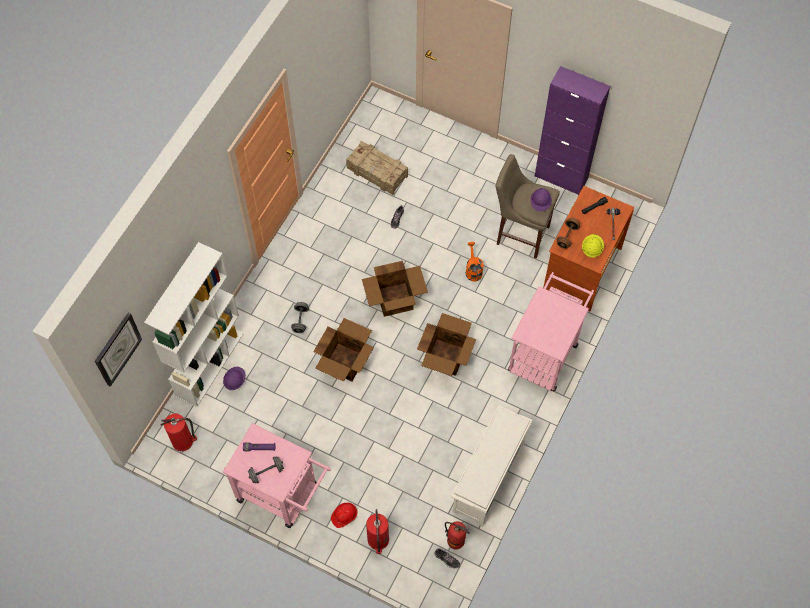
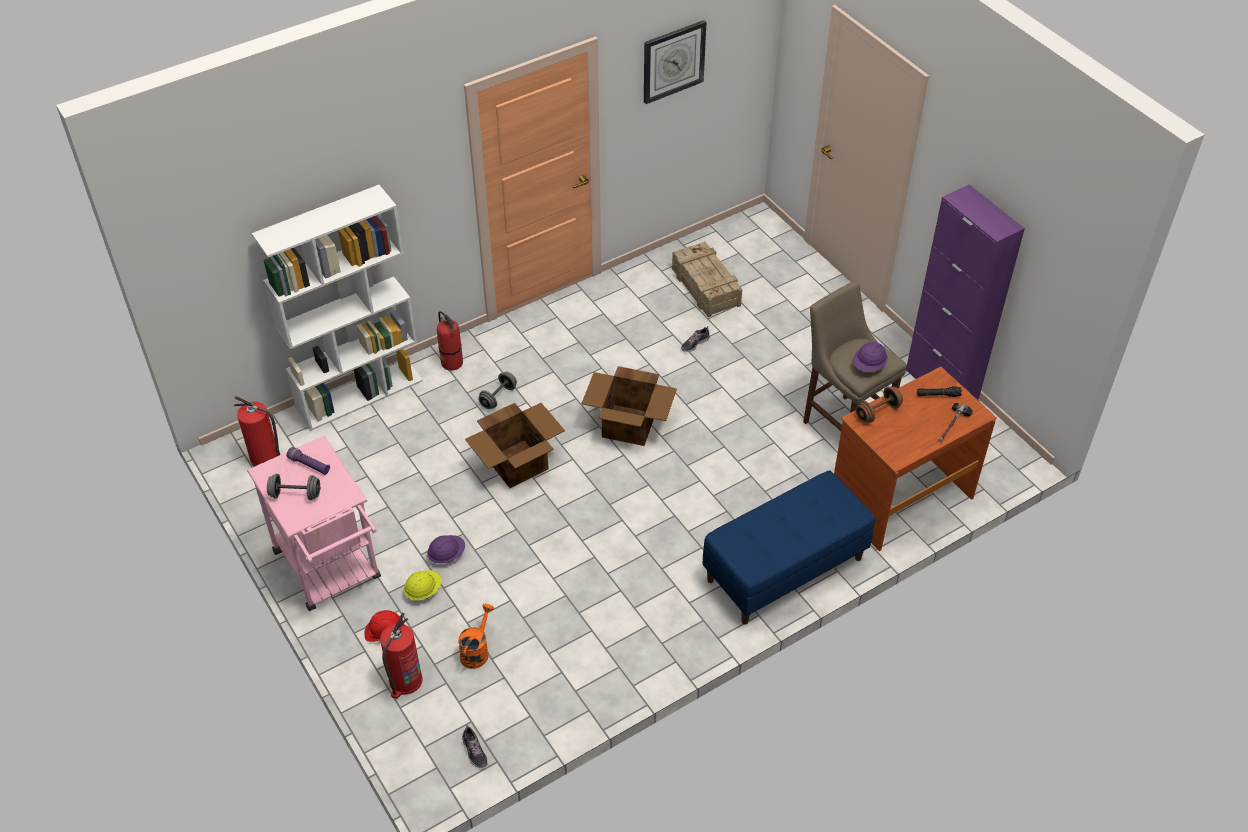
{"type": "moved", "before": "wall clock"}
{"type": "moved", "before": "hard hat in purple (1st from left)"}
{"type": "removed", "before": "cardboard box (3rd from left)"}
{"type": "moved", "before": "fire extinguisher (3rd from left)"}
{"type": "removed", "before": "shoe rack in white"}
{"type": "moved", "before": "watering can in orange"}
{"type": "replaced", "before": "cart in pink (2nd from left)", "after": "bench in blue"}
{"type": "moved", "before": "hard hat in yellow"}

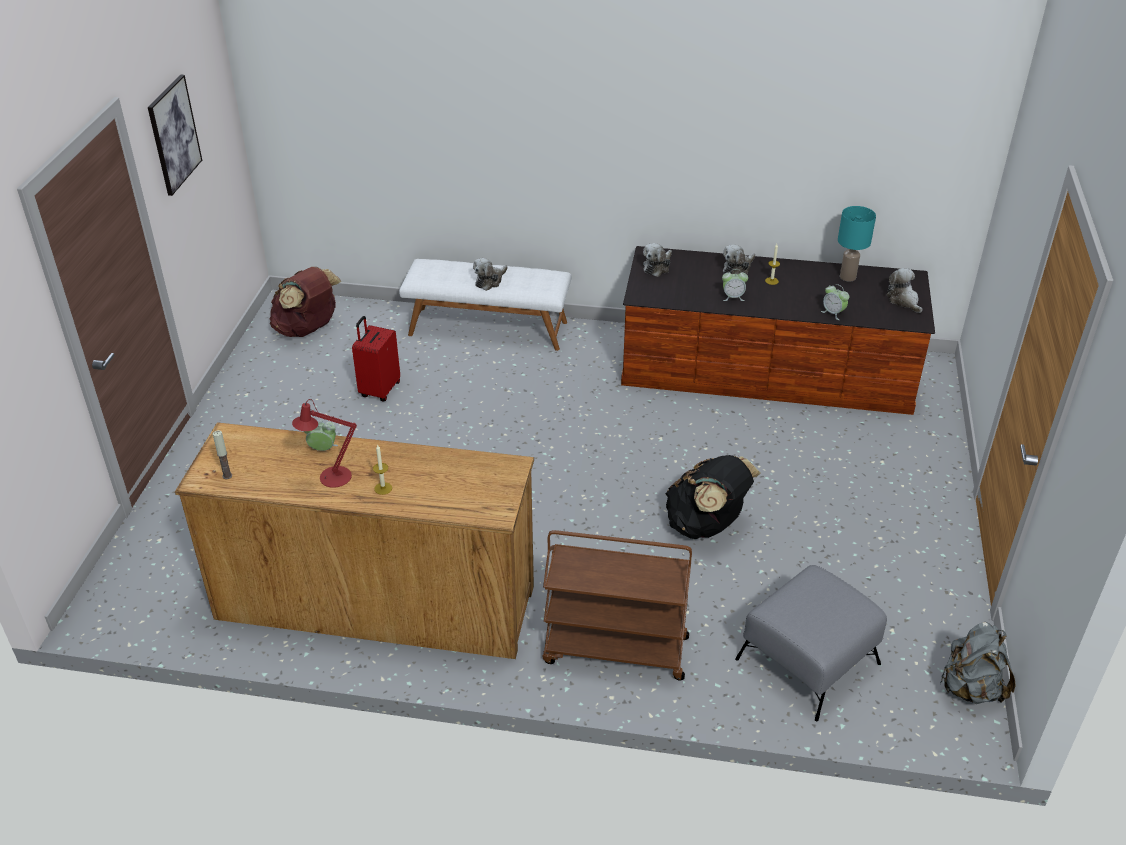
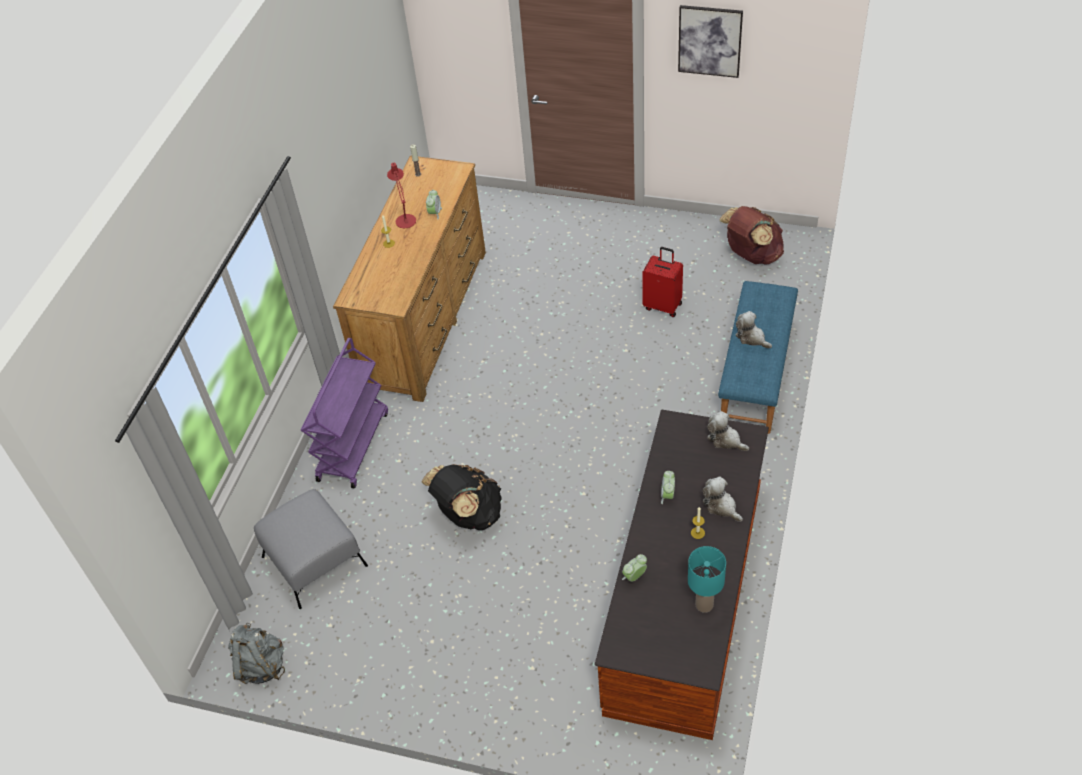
{"type": "recoloured", "before": "bench in white", "after": "bench in blue"}
{"type": "recoloured", "before": "cart in brown", "after": "cart in purple"}
{"type": "removed", "before": "plush toy (4th from left)"}

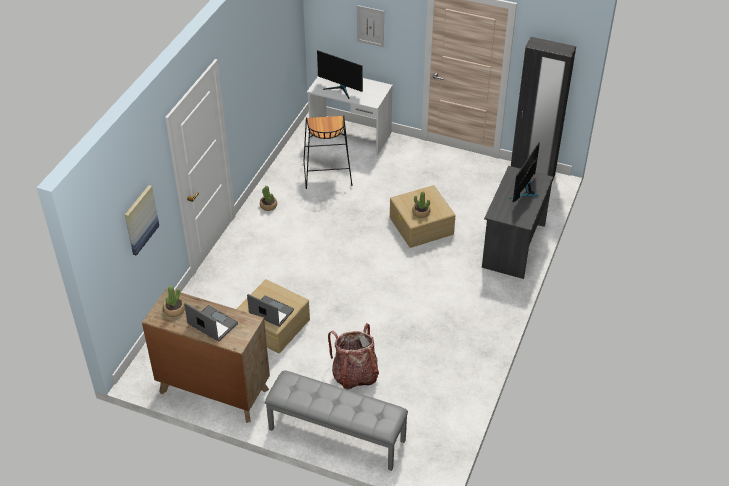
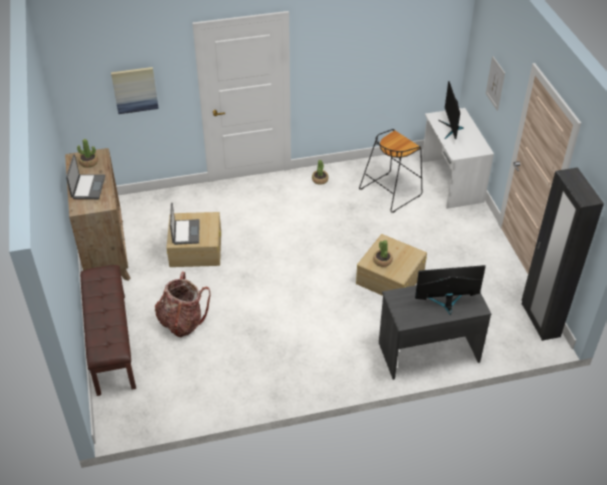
{"type": "recoloured", "before": "bench in grey", "after": "bench in brown"}

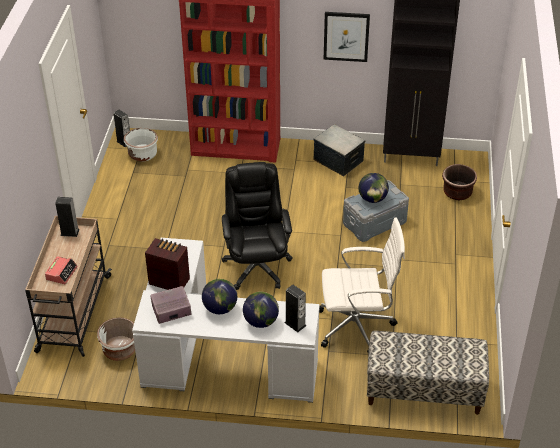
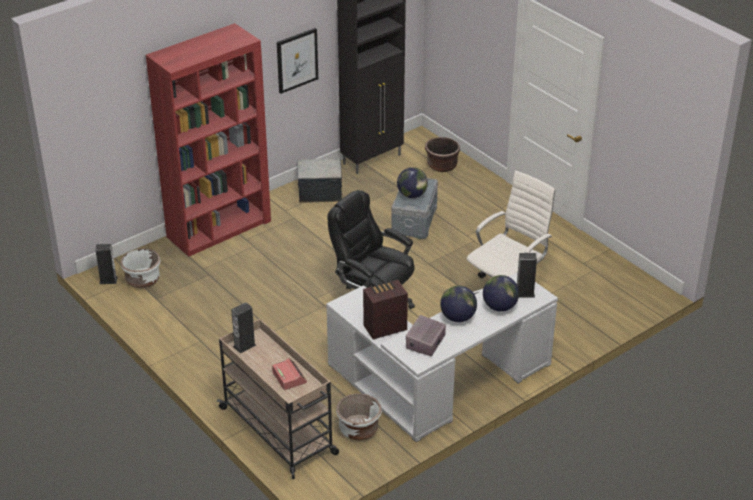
{"type": "removed", "before": "bench"}

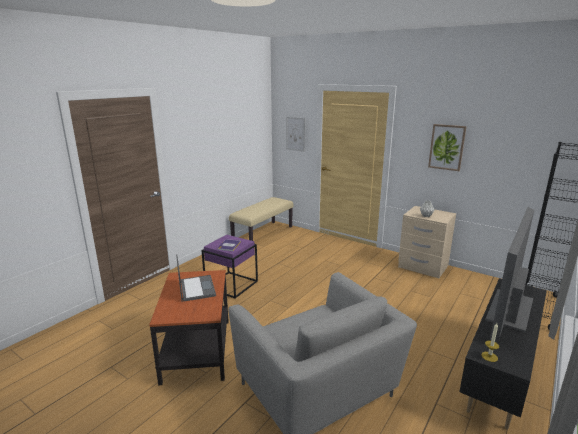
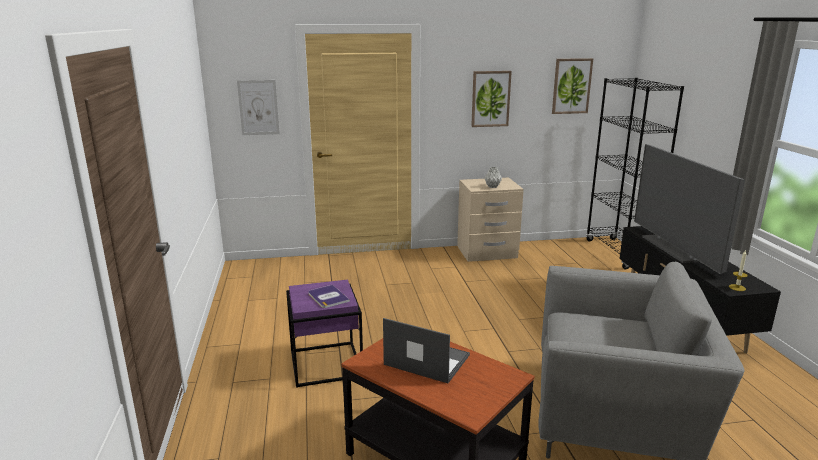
{"type": "removed", "before": "bench in beige"}
{"type": "added", "after": "picture (3rd from left)"}

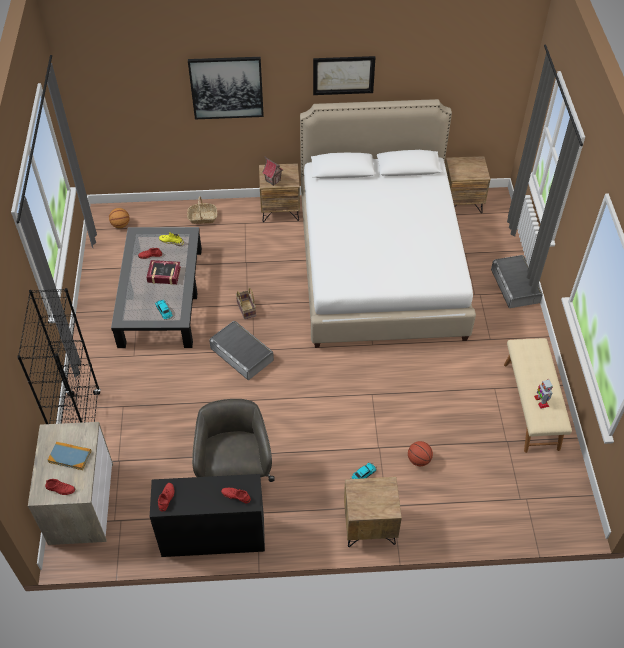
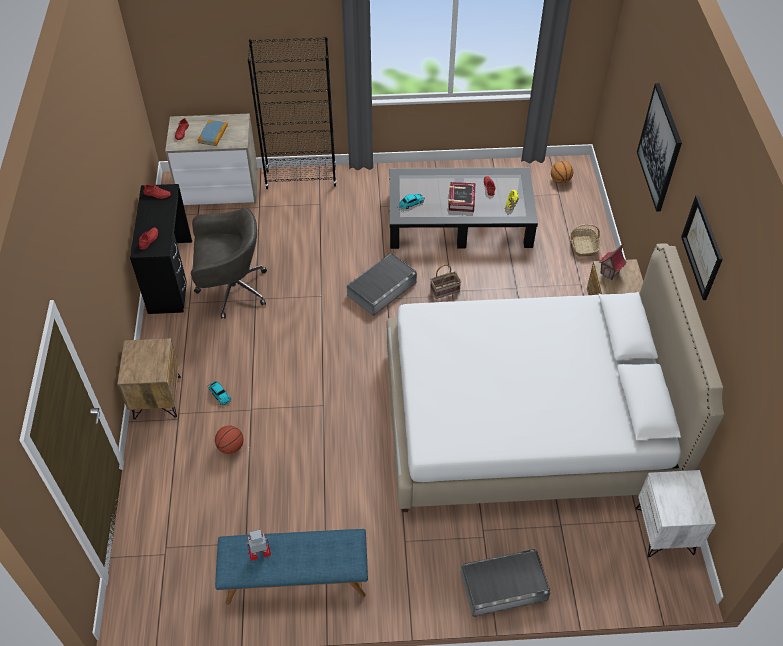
{"type": "recoloured", "before": "nightstand in brown (3rd from left)", "after": "nightstand in white"}
{"type": "recoloured", "before": "bench in beige", "after": "bench in blue"}

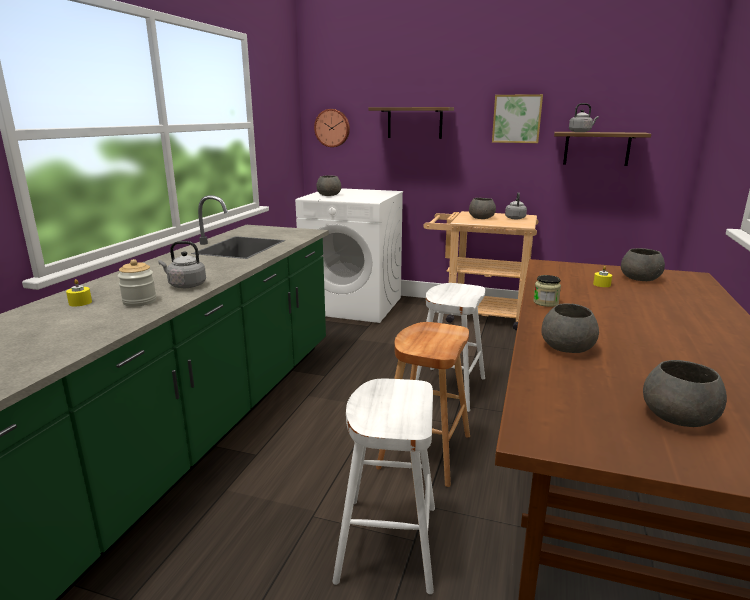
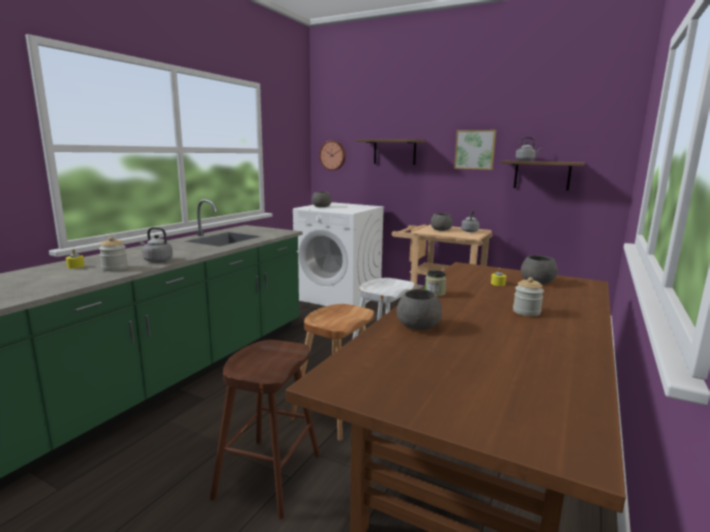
{"type": "recoloured", "before": "stool in white (1st from left)", "after": "stool in brown (1st from left)"}
{"type": "removed", "before": "bowl in grey (5th from left)"}
{"type": "added", "after": "jar (3rd from left)"}

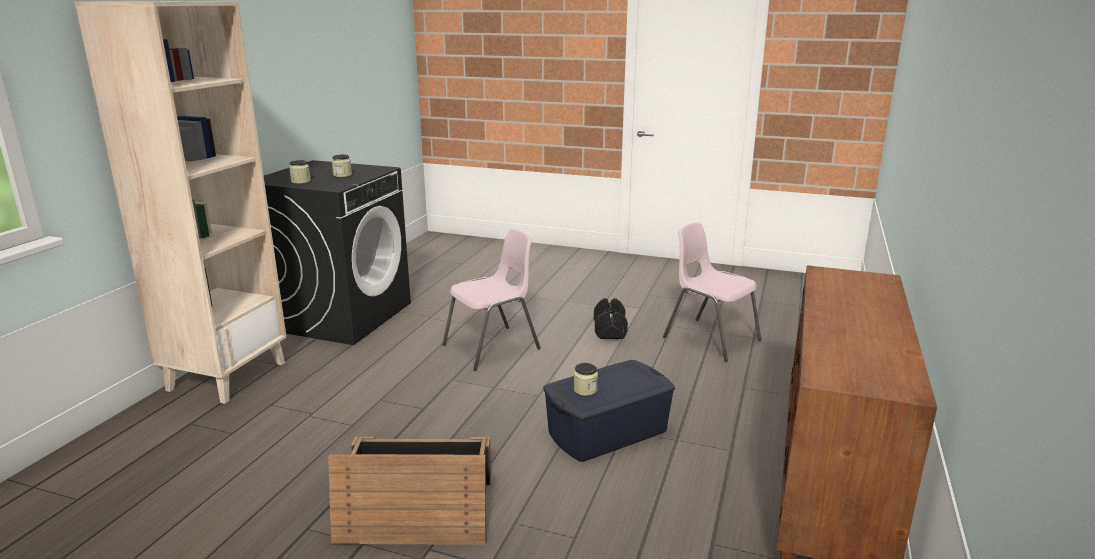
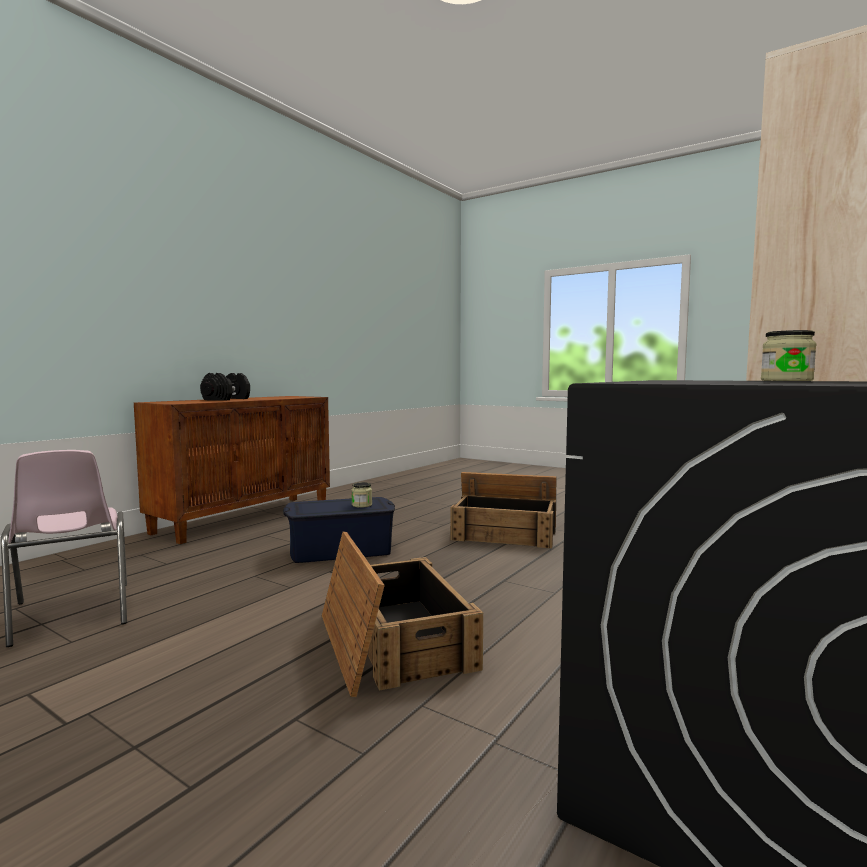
{"type": "removed", "before": "jar (2nd from left)"}
{"type": "replaced", "before": "chair in pink (1st from left)", "after": "crate (1st from left)"}
{"type": "moved", "before": "dumbbell in black"}

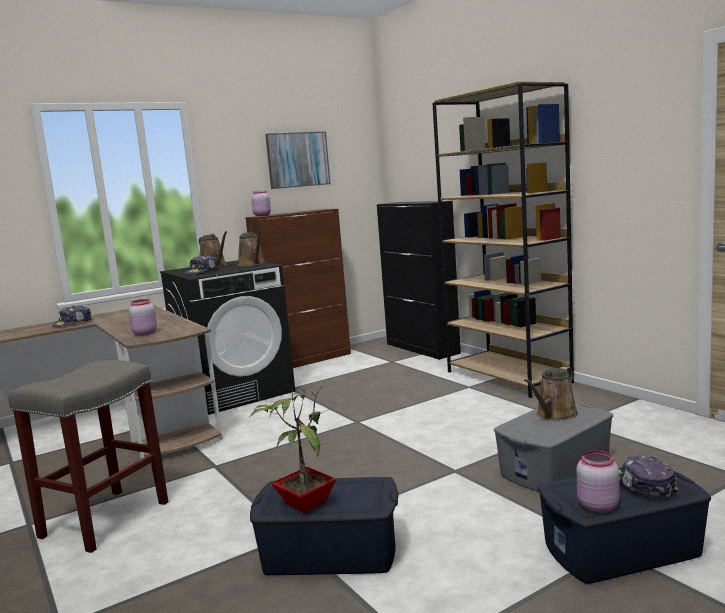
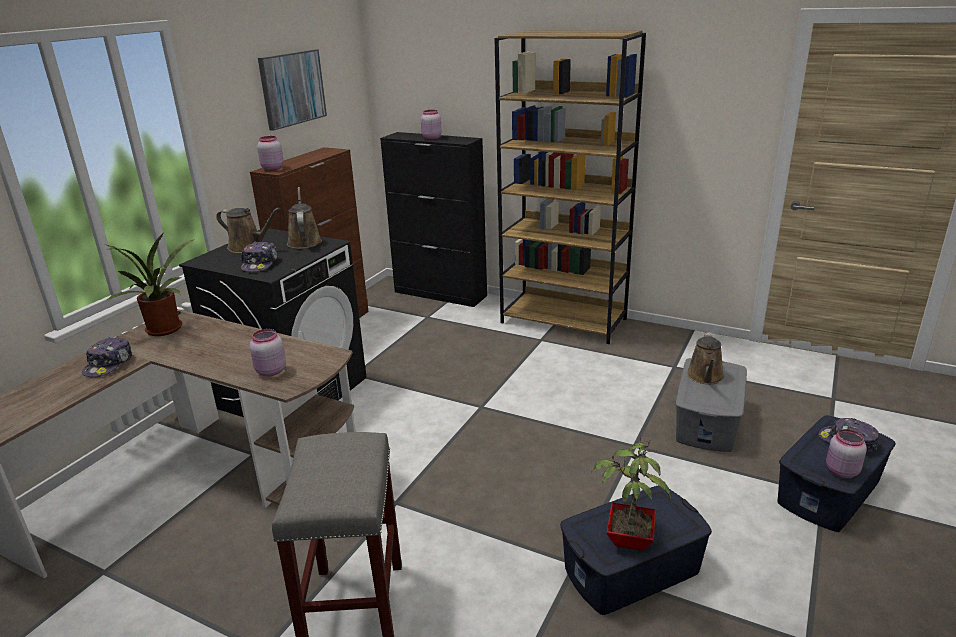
{"type": "turned", "before": "watering can in brown (2nd from left)", "turn": -135}
{"type": "added", "after": "potted plant (1st from left)"}
{"type": "added", "after": "jar in pink (3rd from left)"}

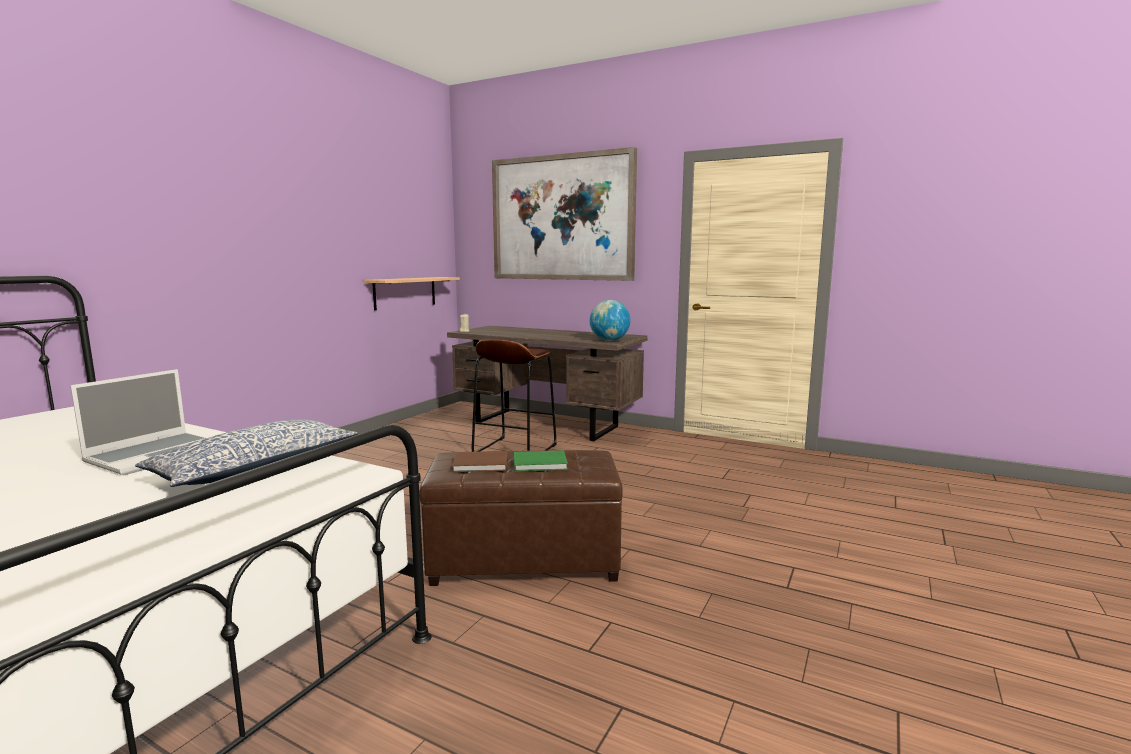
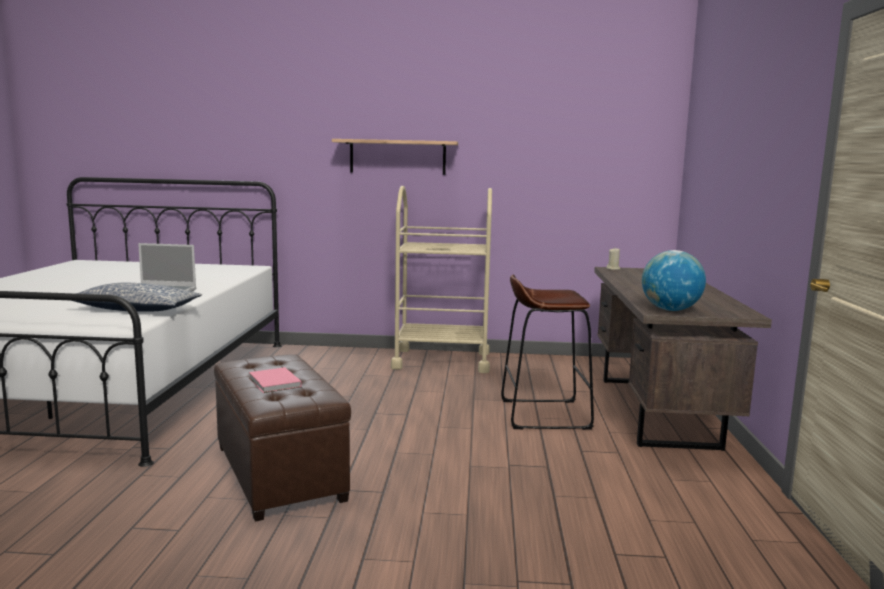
{"type": "moved", "before": "shelf"}
{"type": "removed", "before": "book in brown"}
{"type": "removed", "before": "picture"}
{"type": "recoloured", "before": "book in green", "after": "book in pink"}
{"type": "added", "after": "cart in beige"}

